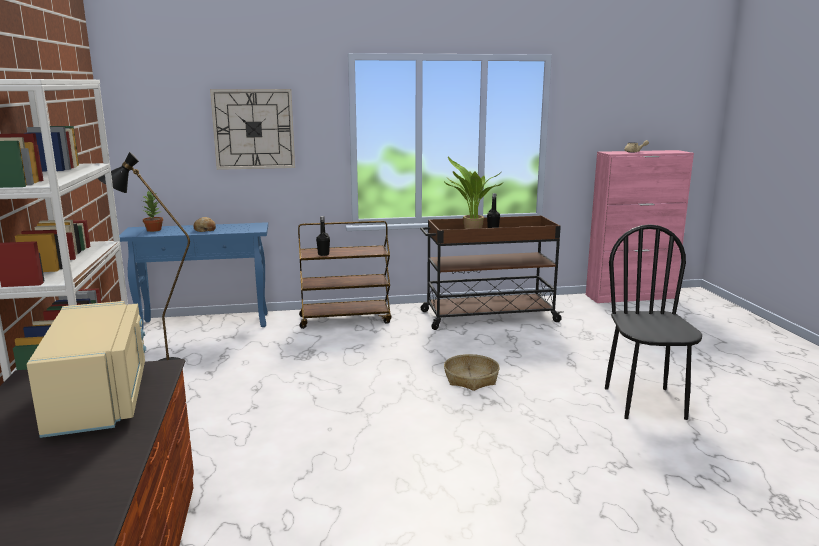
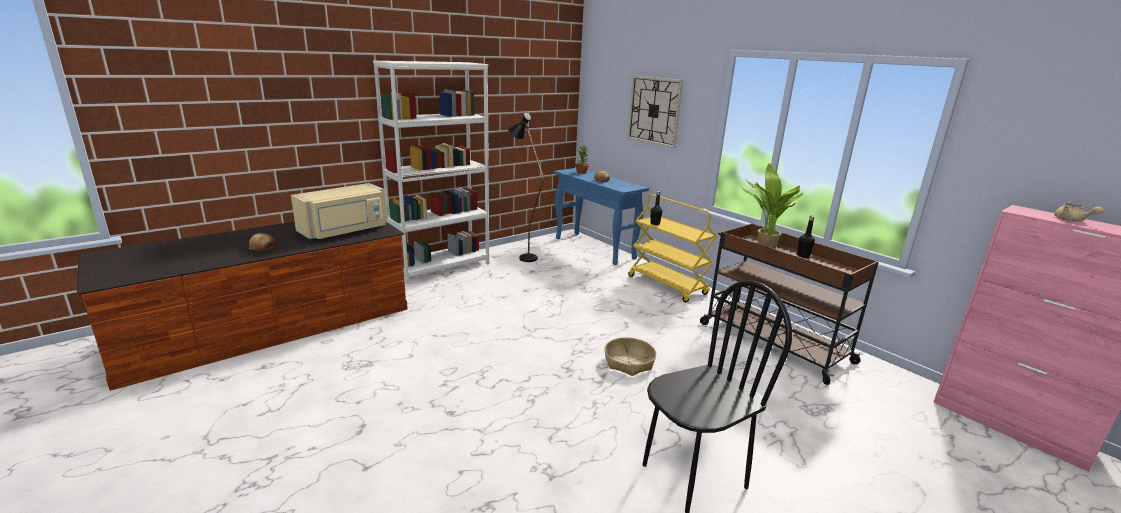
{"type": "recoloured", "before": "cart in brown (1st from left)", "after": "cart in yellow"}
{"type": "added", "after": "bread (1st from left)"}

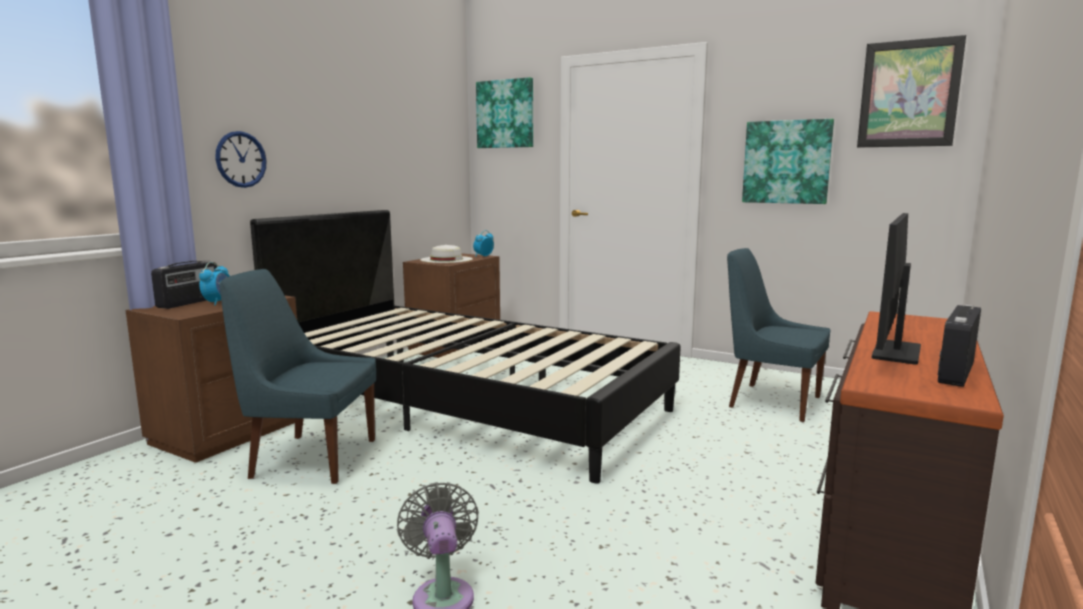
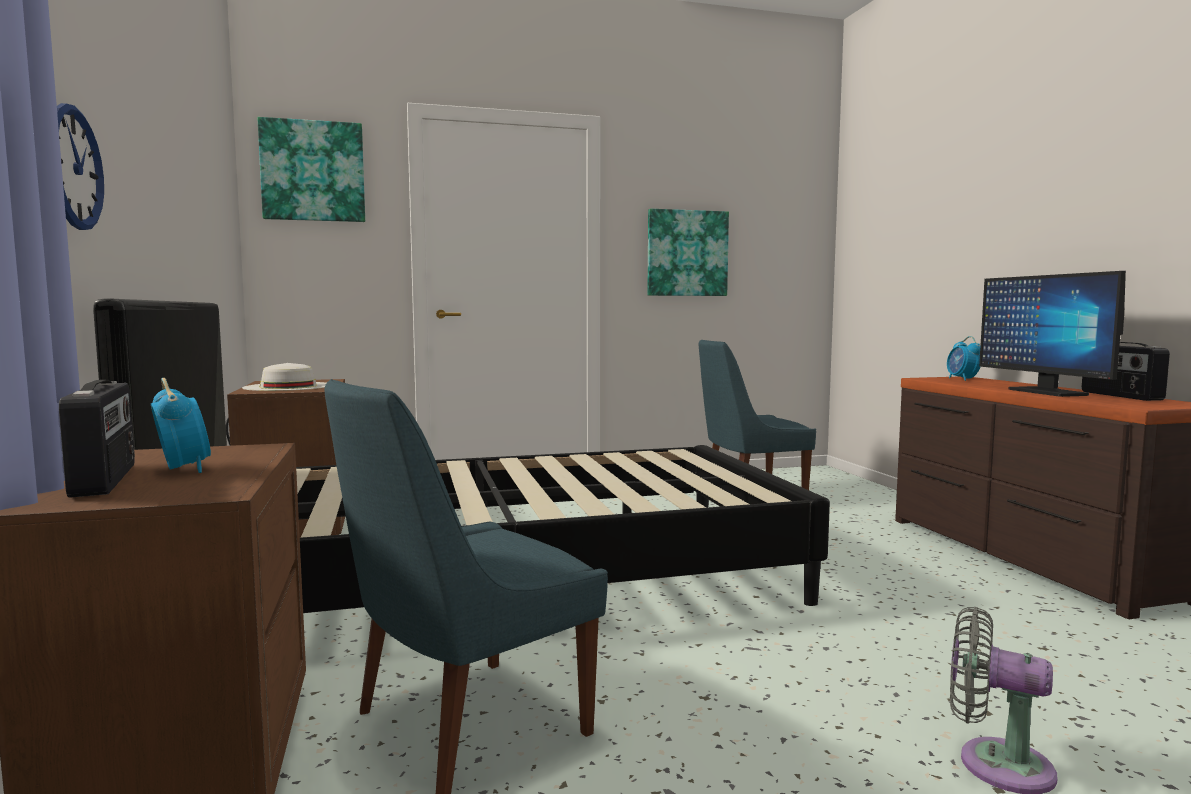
{"type": "moved", "before": "alarm clock (2nd from left)"}
{"type": "removed", "before": "picture (3rd from left)"}

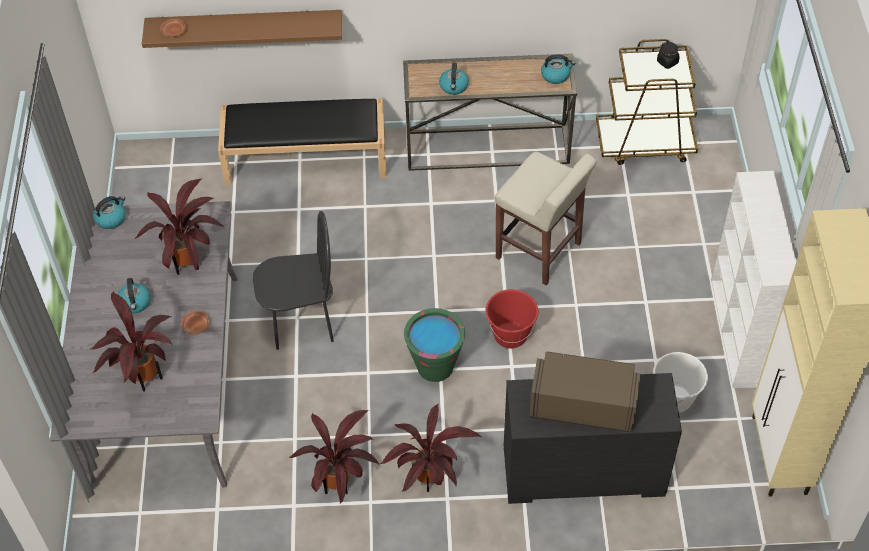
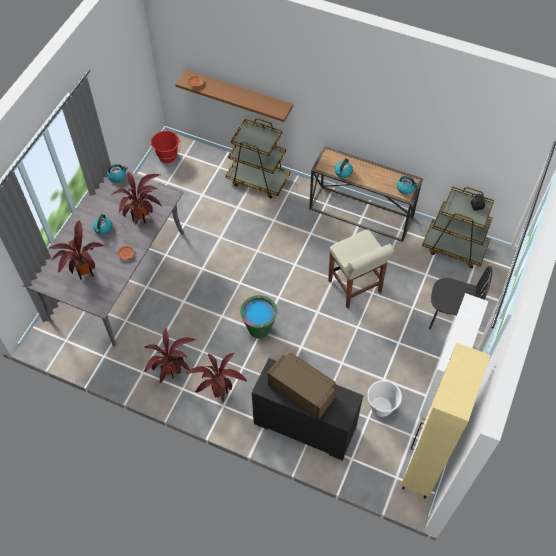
{"type": "replaced", "before": "bench in black", "after": "cart in brown (1st from left)"}
{"type": "moved", "before": "chair in black"}
{"type": "moved", "before": "bucket in red"}

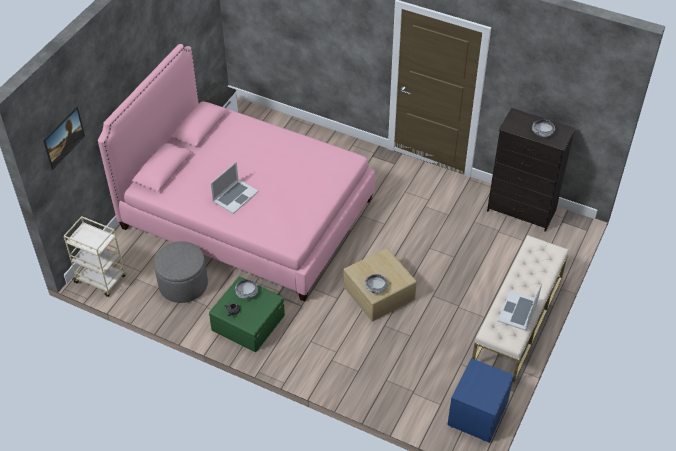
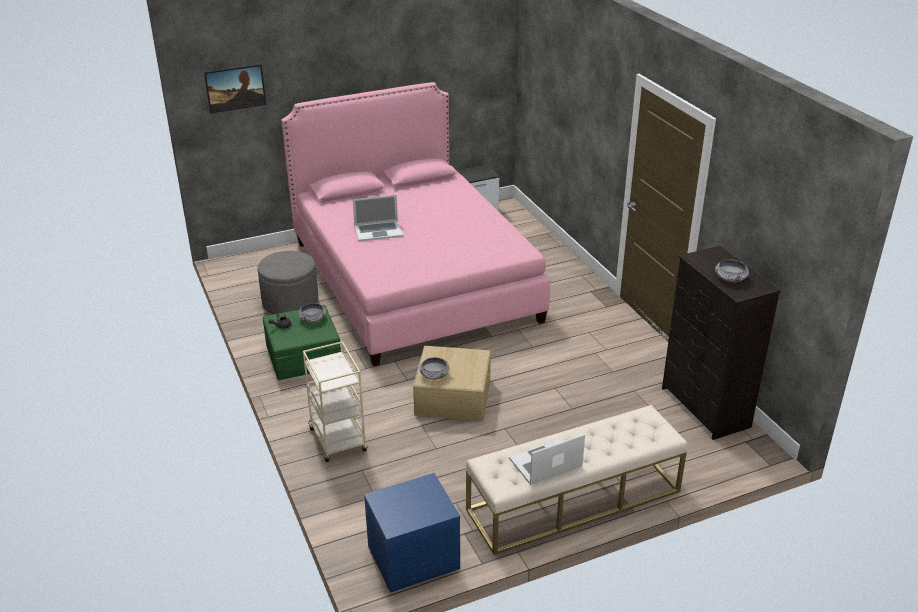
{"type": "moved", "before": "cart in beige"}

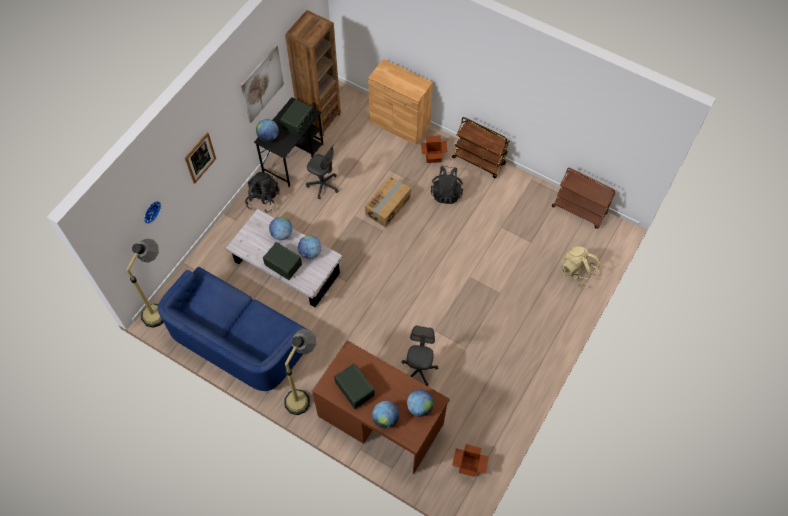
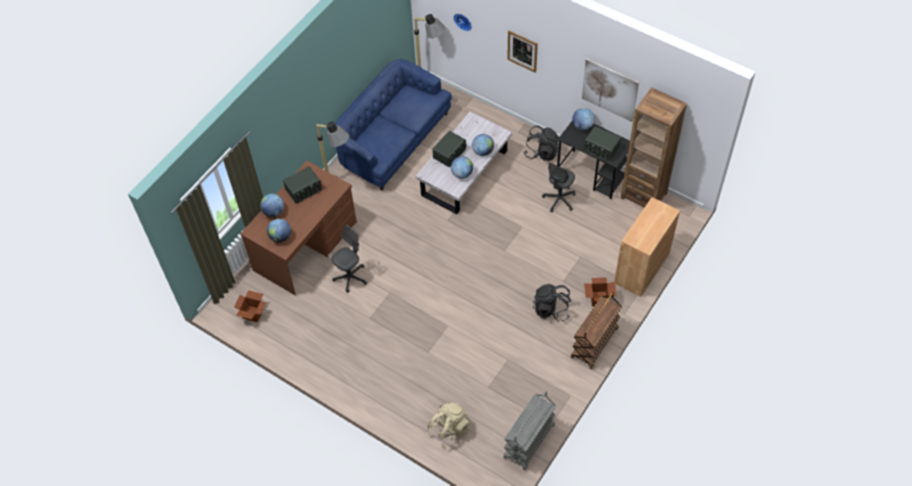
{"type": "removed", "before": "cardboard box (1st from left)"}
{"type": "turned", "before": "office chair in grey (2nd from left in the first image)", "turn": -60}
{"type": "recoloured", "before": "cart in brown (2nd from left)", "after": "cart in grey"}

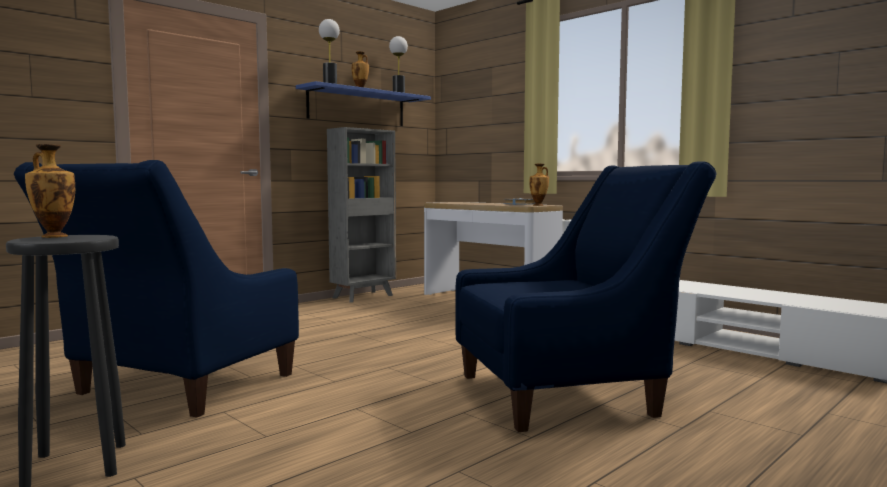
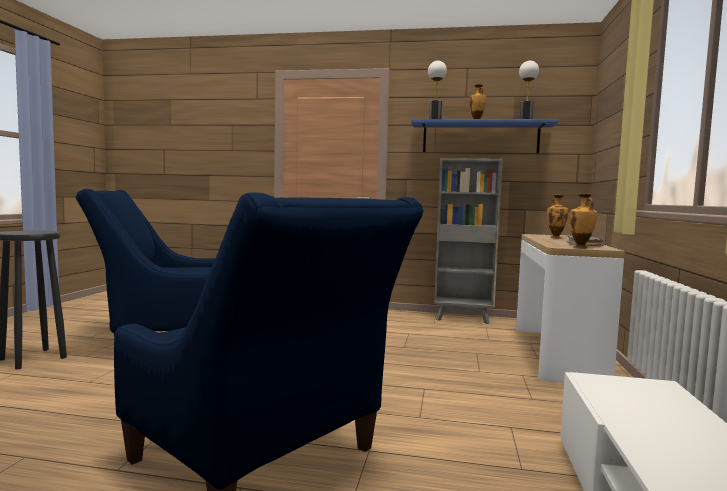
{"type": "moved", "before": "vase (1st from left in the first image)", "after": "vase (2nd from left)"}

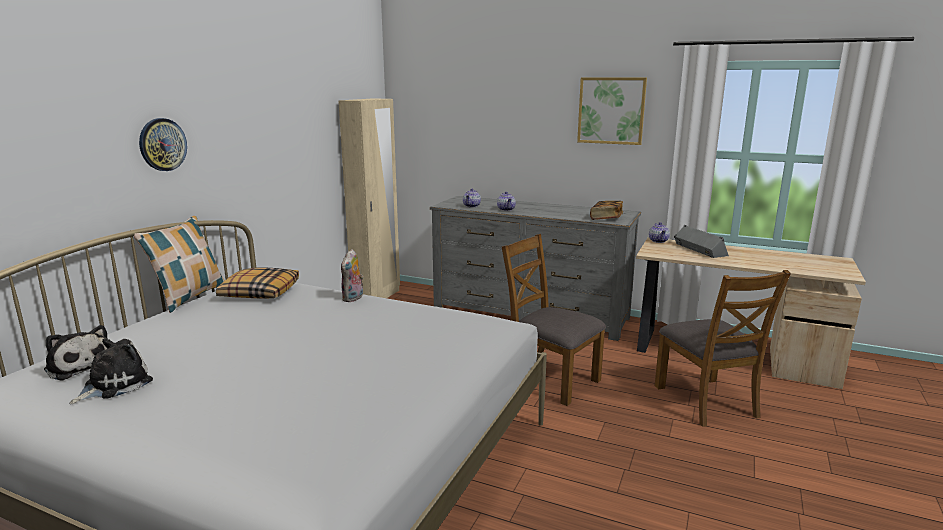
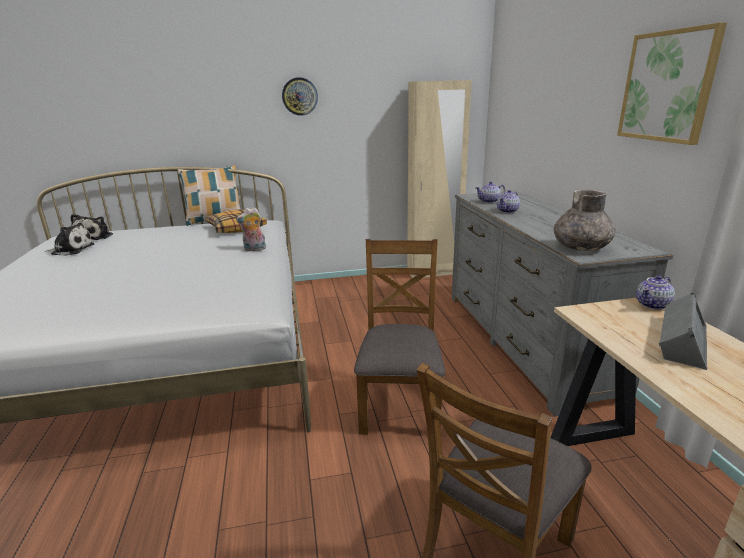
{"type": "moved", "before": "wall clock"}
{"type": "replaced", "before": "book", "after": "vase in grey"}

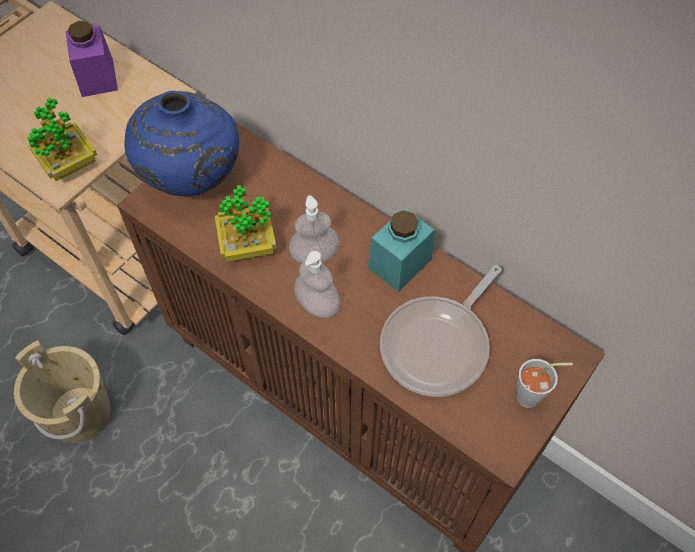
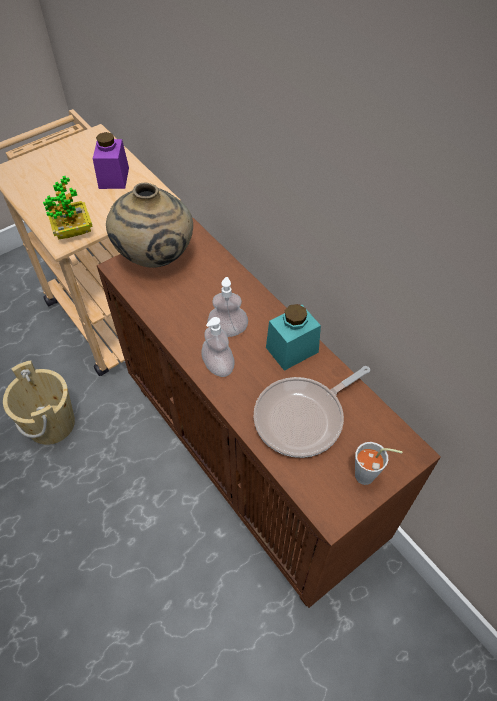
{"type": "recoloured", "before": "vase in blue", "after": "vase in beige"}
{"type": "removed", "before": "potted plant (2nd from left)"}

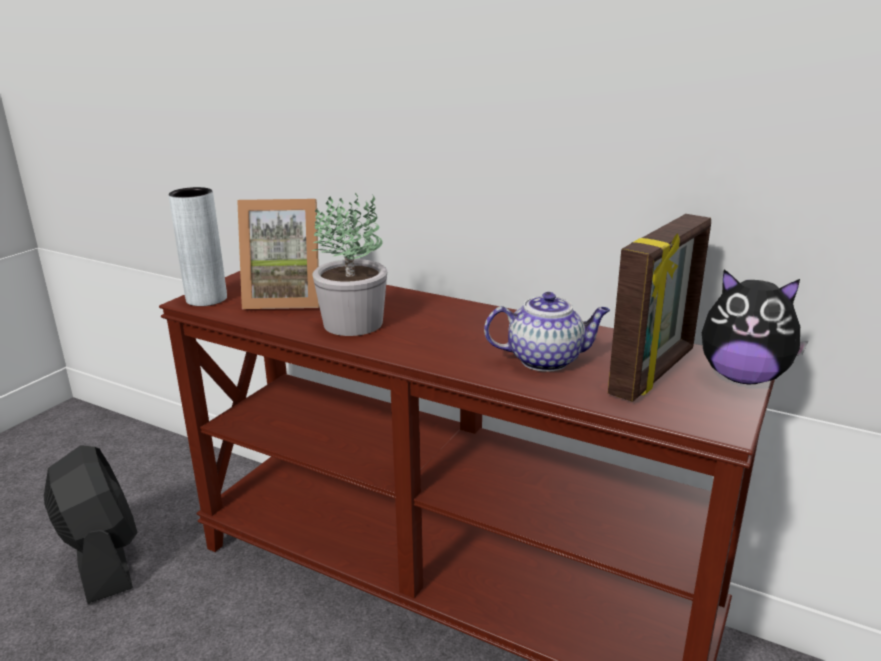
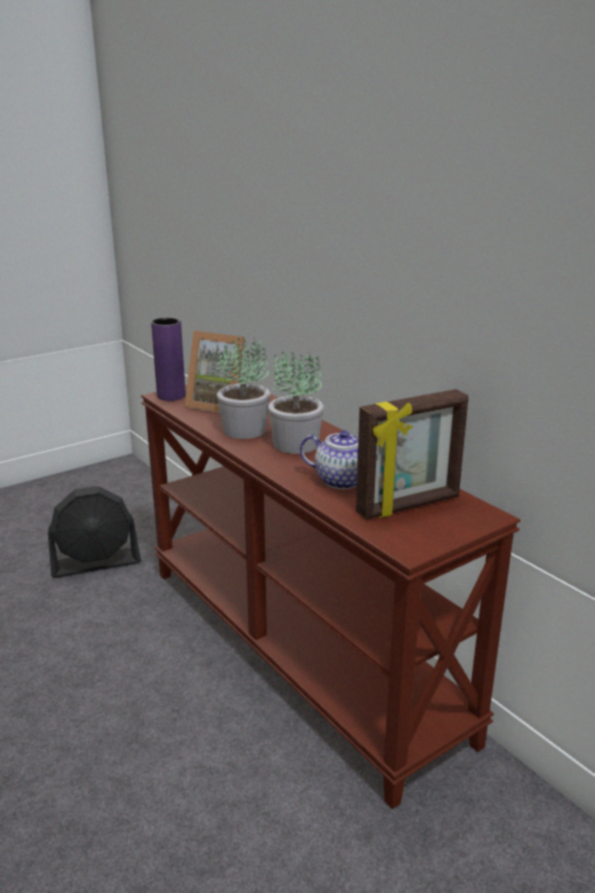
{"type": "turned", "before": "fan in black", "turn": 75}
{"type": "recoloured", "before": "vase in grey", "after": "vase in purple"}
{"type": "removed", "before": "plush toy"}
{"type": "added", "after": "potted plant (2nd from left)"}

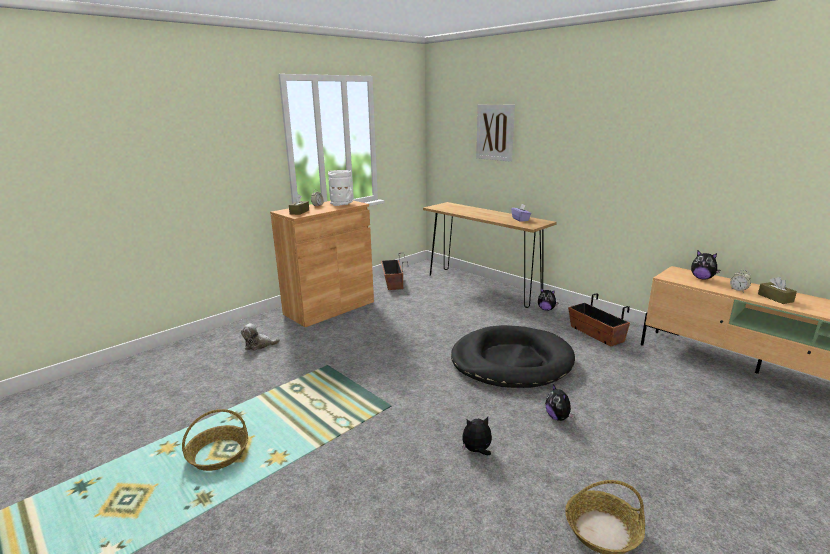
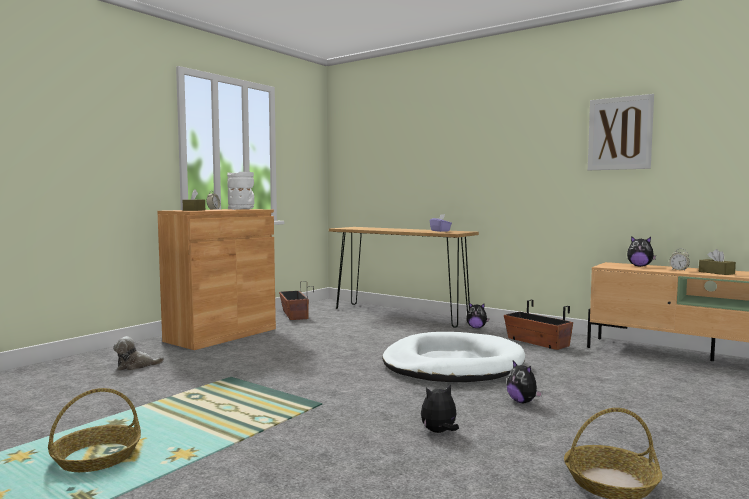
{"type": "recoloured", "before": "dog bed in black", "after": "dog bed in white"}
{"type": "moved", "before": "picture"}

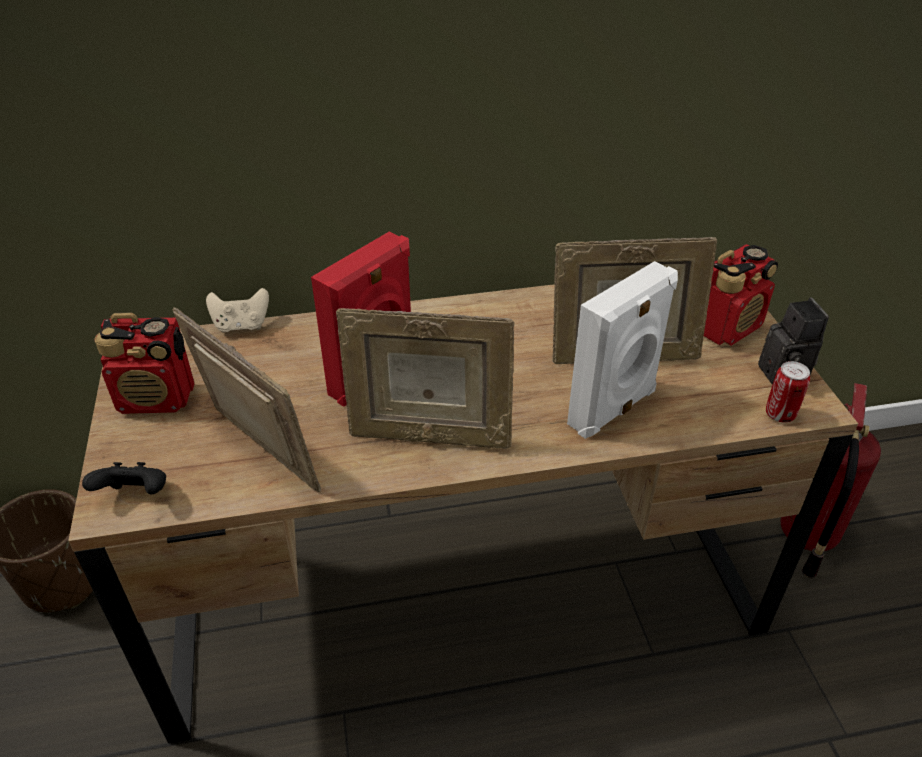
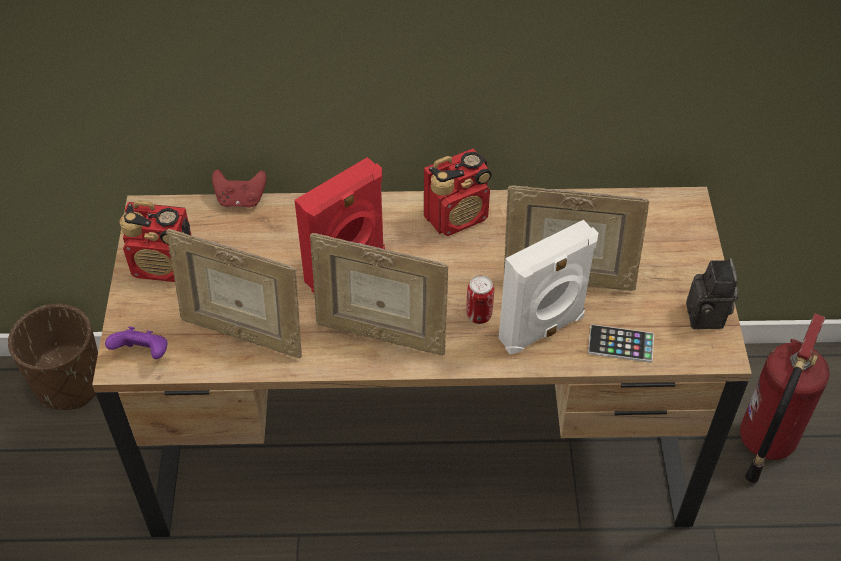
{"type": "recoloured", "before": "game controller in black", "after": "game controller in purple"}
{"type": "turned", "before": "picture frame (1st from left)", "turn": 150}
{"type": "recoloured", "before": "game controller in beige", "after": "game controller in red"}
{"type": "moved", "before": "radio (2nd from left)"}
{"type": "moved", "before": "can"}
{"type": "added", "after": "phone"}

